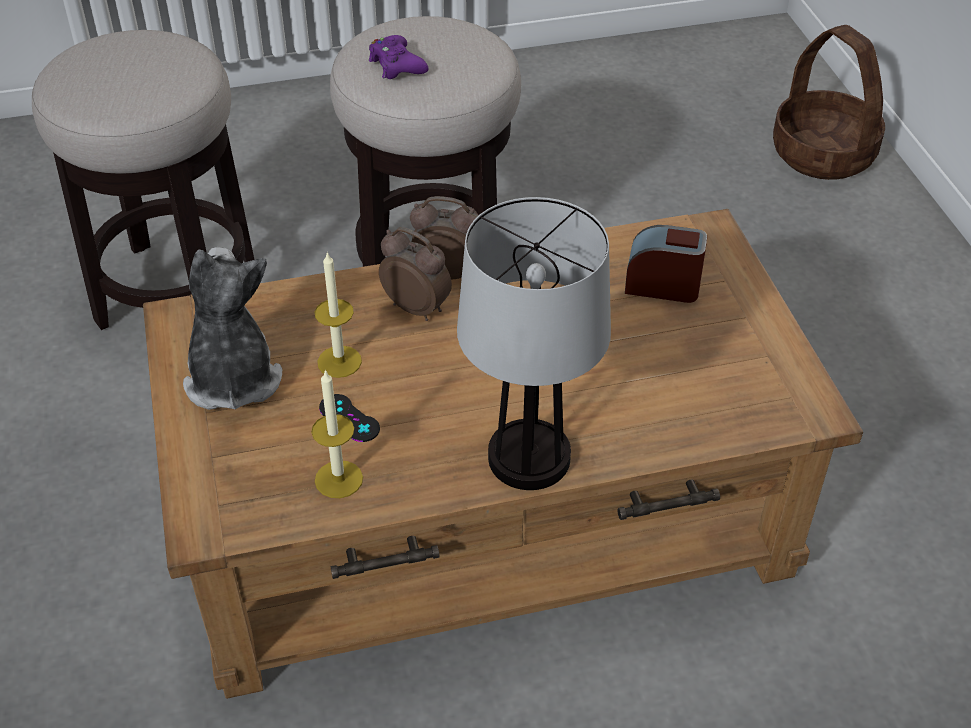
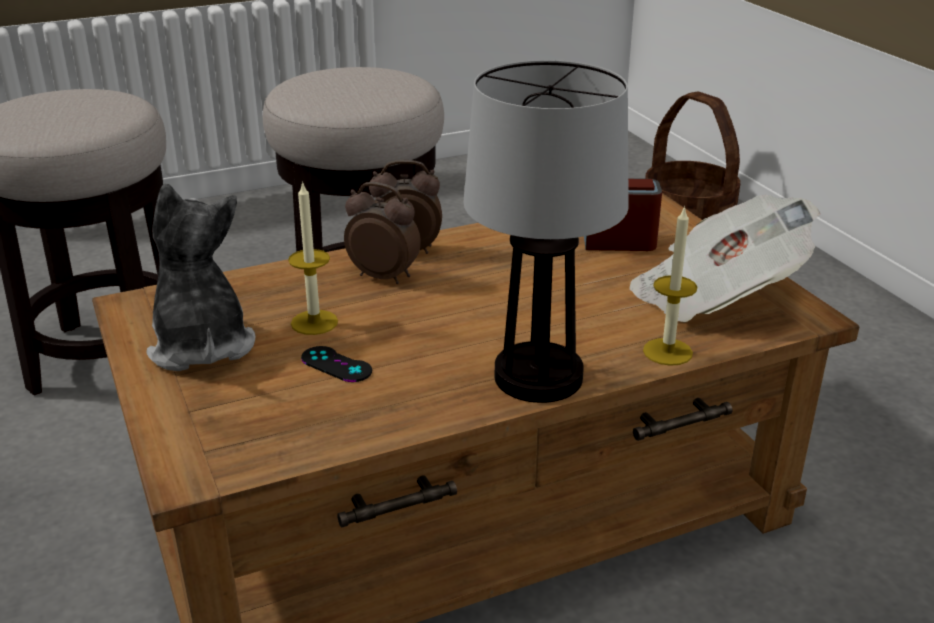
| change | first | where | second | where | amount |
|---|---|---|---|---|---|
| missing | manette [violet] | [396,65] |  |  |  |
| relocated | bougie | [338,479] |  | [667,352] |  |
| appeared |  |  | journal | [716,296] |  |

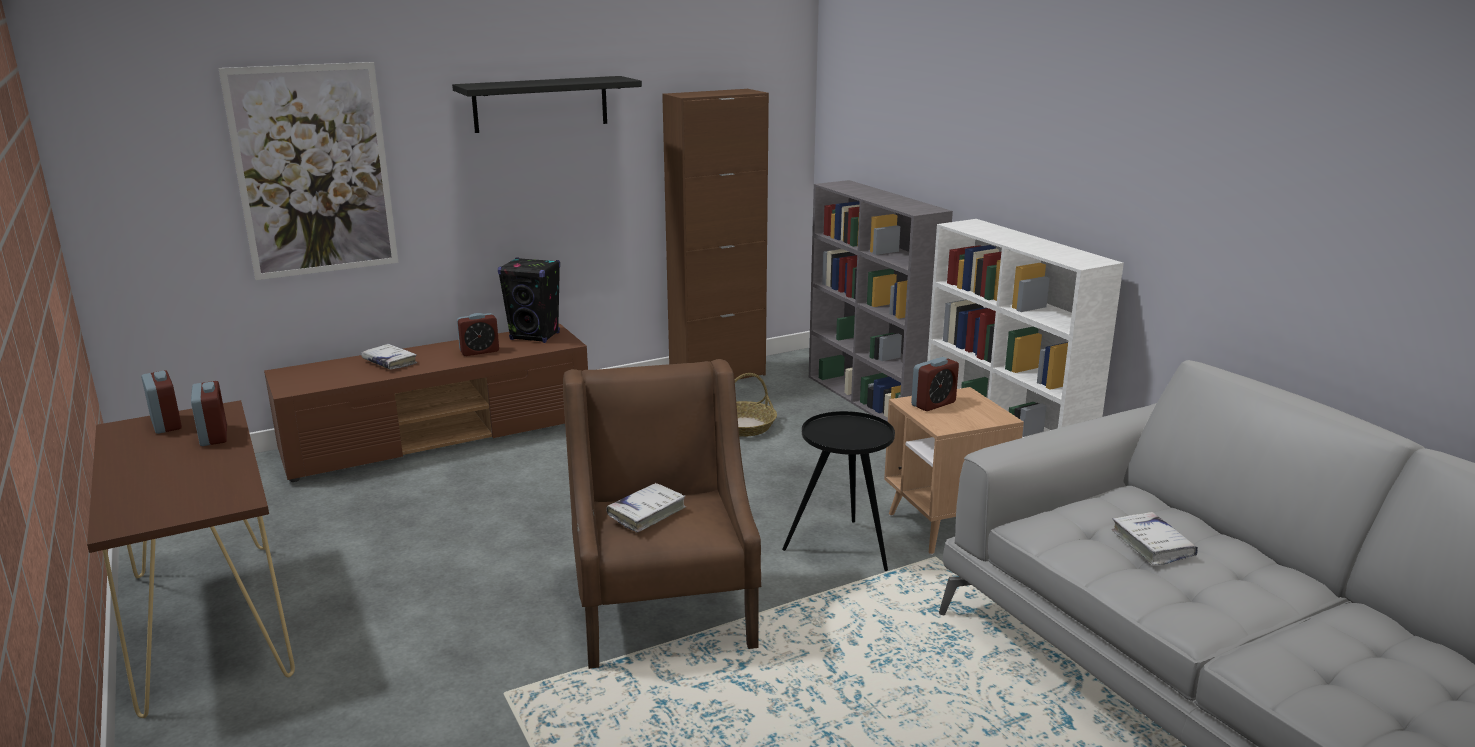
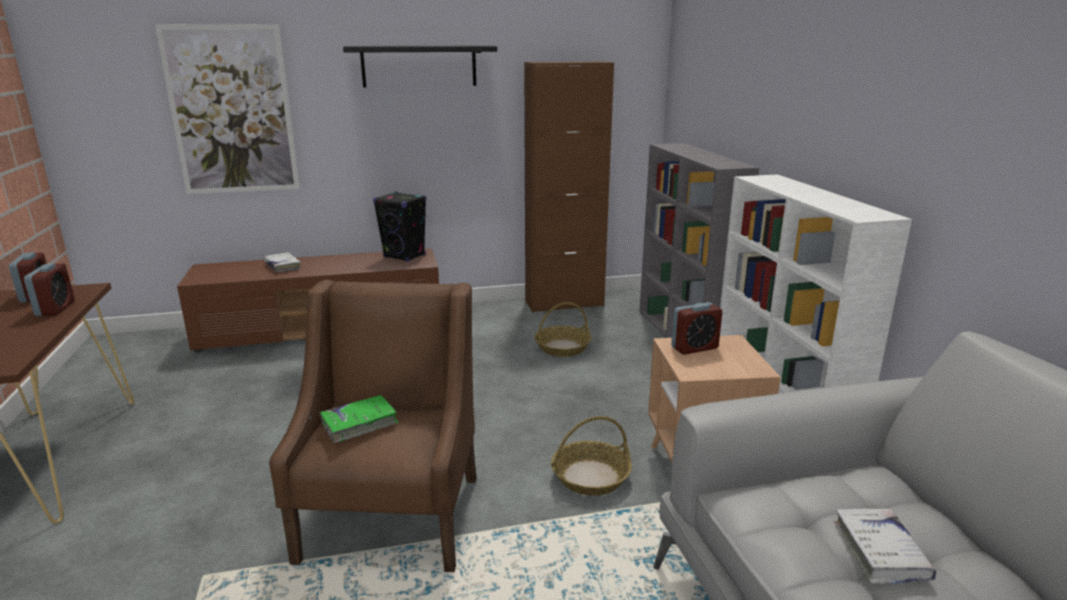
| change | first | where | second | where | amount |
|---|---|---|---|---|---|
| missing | réveil | [479,351] |  |  |  |
| exchanged | table d'appoint [noir] | [842,549] | panier | [590,477] |  |
| colour | livre [blanc] | [647,513] | livre [vert] | [359,424] |  |

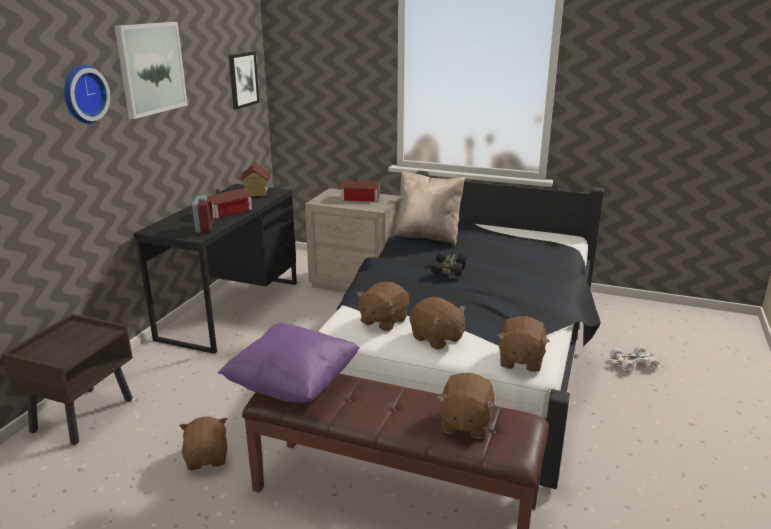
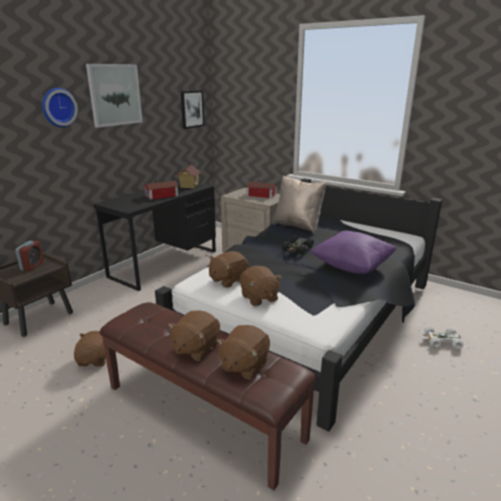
| change | first | where | second | where | amount |
|---|---|---|---|---|---|
| relocated | réveil | [204,228] |  | [32,266] |  |
| relocated | peluche [marron] | [520,360] |  | [195,348] |  |
| relocated | coussin [violet] | [293,385] |  | [352,267] |  |

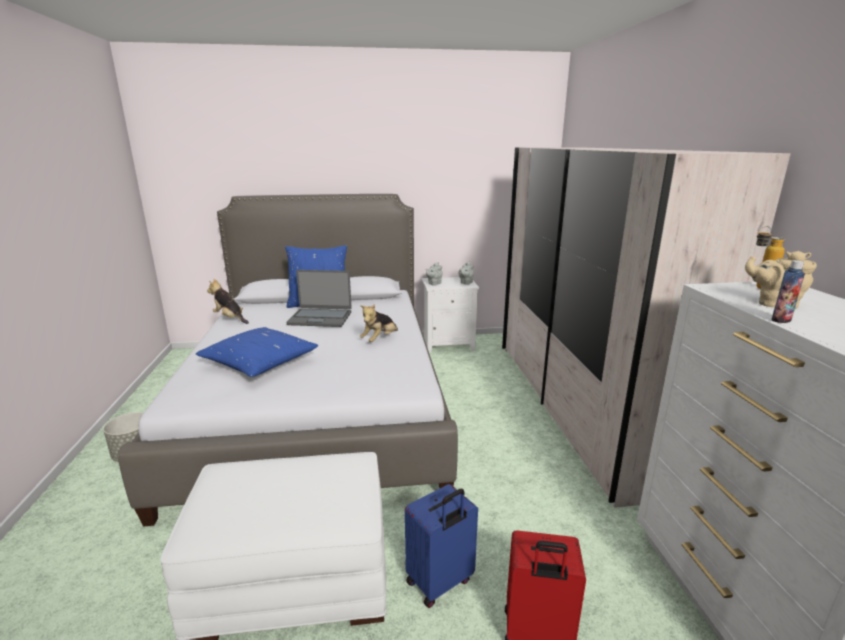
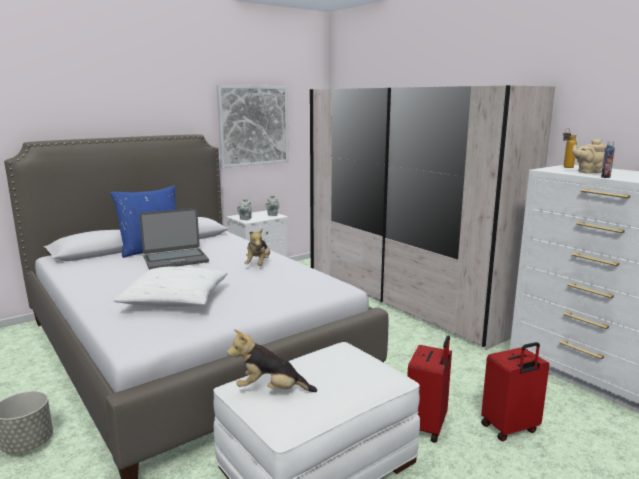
| change | first | where | second | where | amount |
|---|---|---|---|---|---|
| relocated | peluche | [230,318] |  | [271,390] |  |
| colour | coussin [bleu] | [260,362] | coussin [blanc] | [175,300] |  |
| colour | valise [bleu] | [440,582] | valise [rouge] | [427,427] |  |
| appeared |  |  | tableau | [253,126] |  |

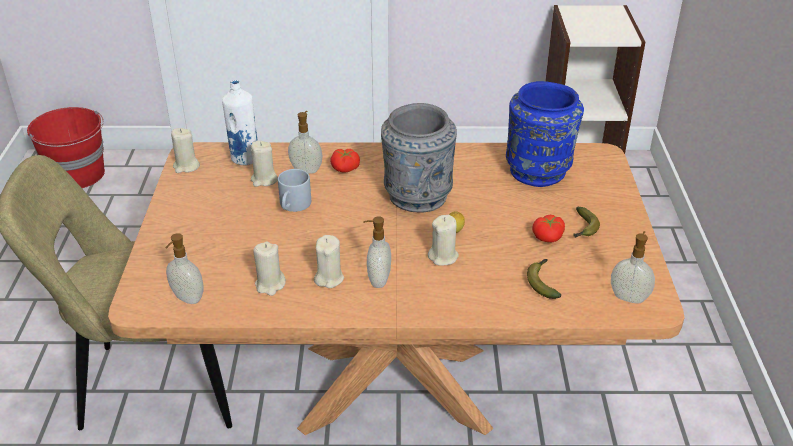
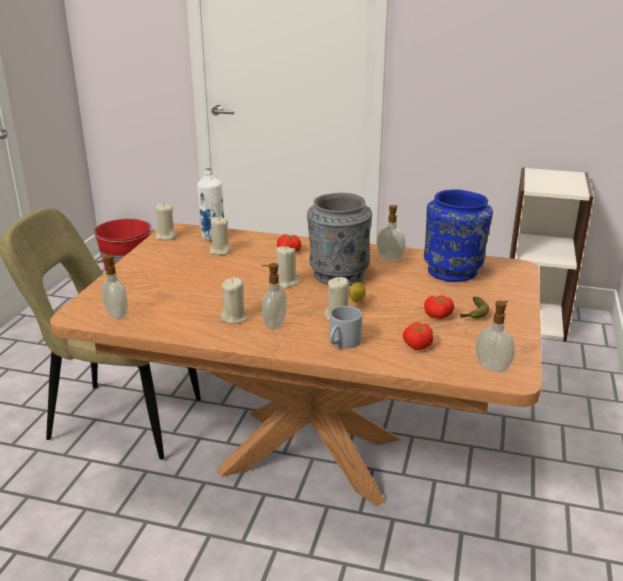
| change | first | where | second | where | amount |
|---|---|---|---|---|---|
| relocated | distributeur de savon | [306,169] |  | [390,258] |  |
| relocated | mug [gris] | [294,206] |  | [342,343] |  |
| relocated | bougie [beige] | [270,285] |  | [286,283] |  |
| exchanged | banane | [542,282] | tomate | [417,345] |  |

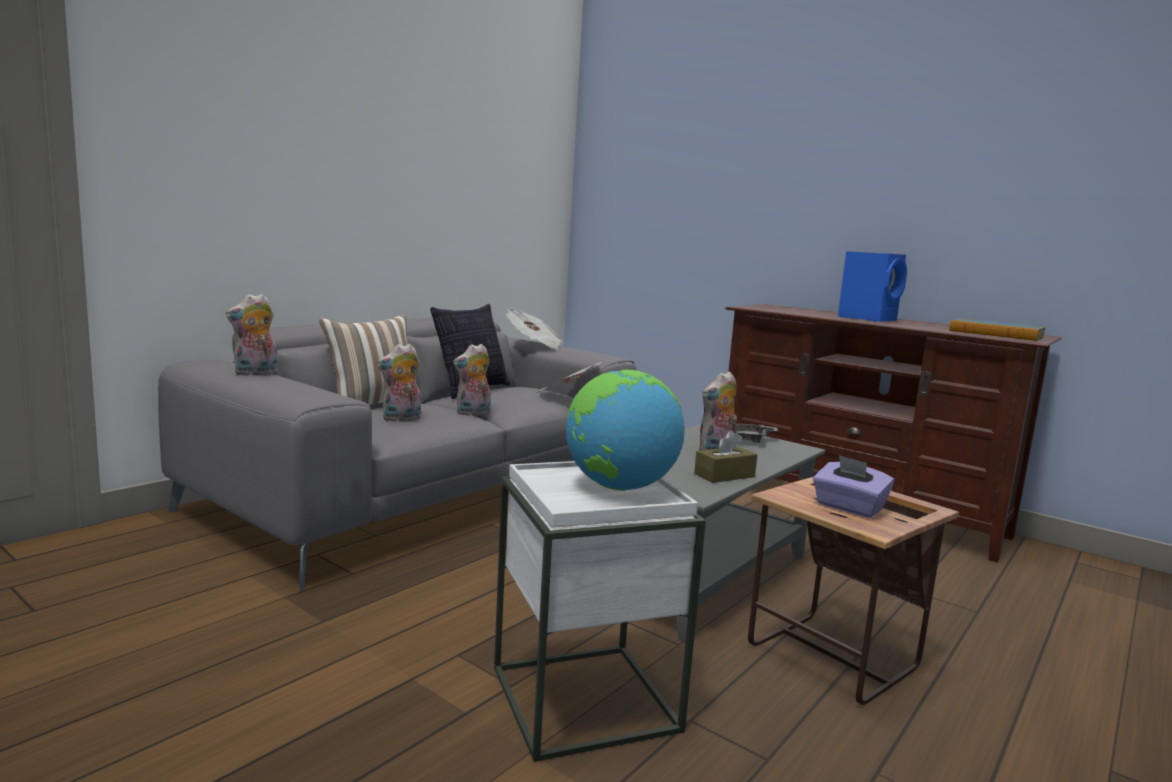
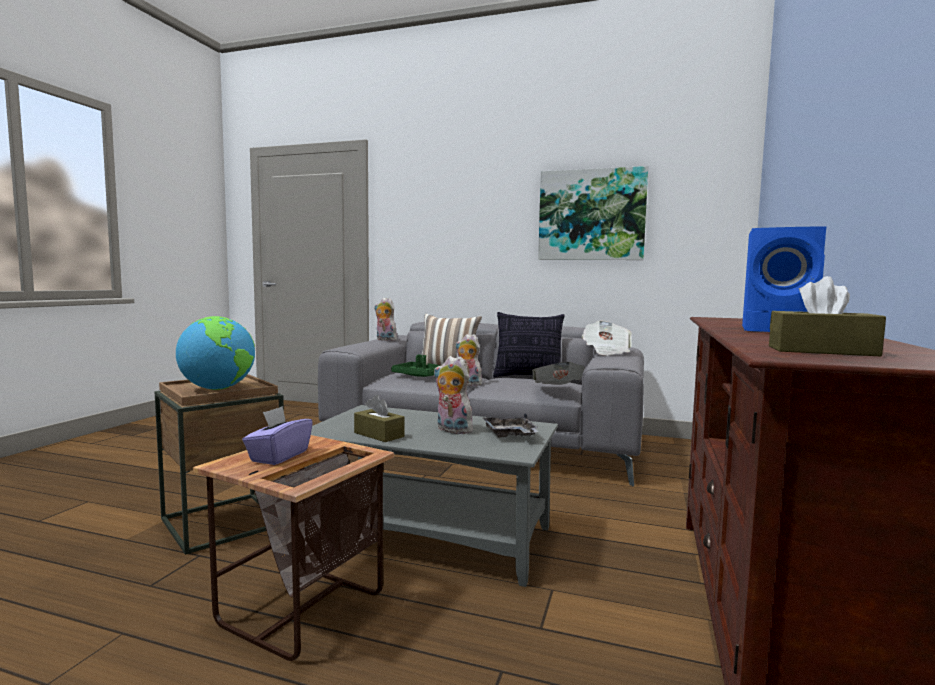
| change | first | where | second | where | amount |
|---|---|---|---|---|---|
| exchanged | livre | [996,334] | boîte à mouchoirs [marron] | [821,351] |  |
| exchanged | peluche | [401,419] | plateau [vert] | [419,376] |  |
| colour | table d'appoint [blanc] | [584,698] | table d'appoint [marron] | [223,522] |  |
| appeared |  |  | tableau | [591,215] |  |

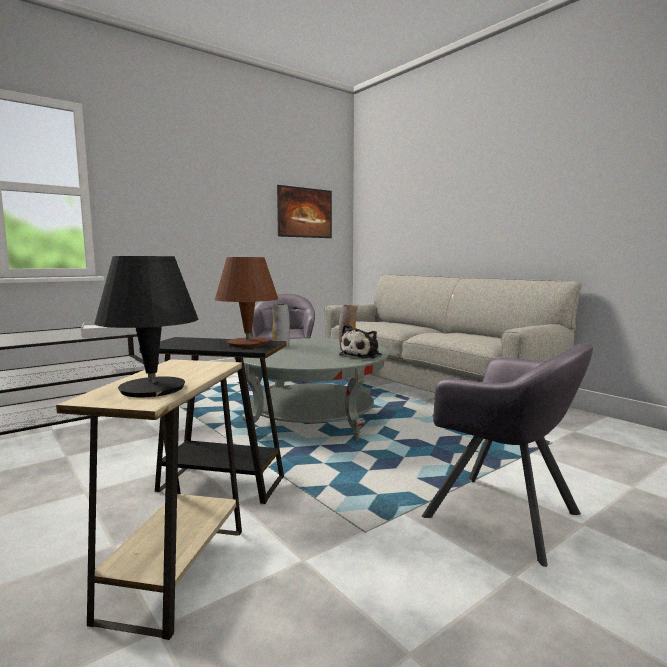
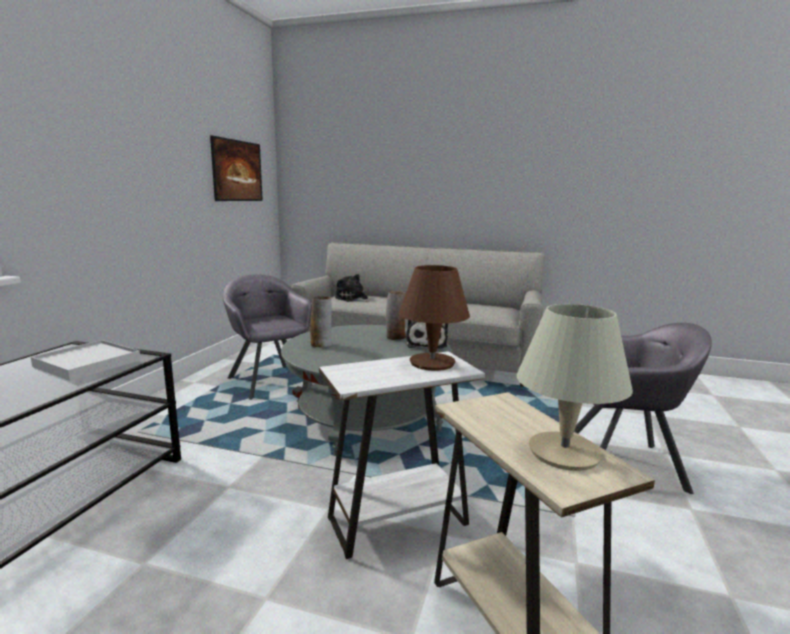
| change | first | where | second | where | amount |
|---|---|---|---|---|---|
| colour | lampe de table [noir] | [152,389] | lampe de table [beige] | [565,453] |  |
| colour | table d'appoint [noir] | [221,484] | table d'appoint [blanc] | [398,521] |  |
| appeared |  |  | peluche | [352,299] |  |

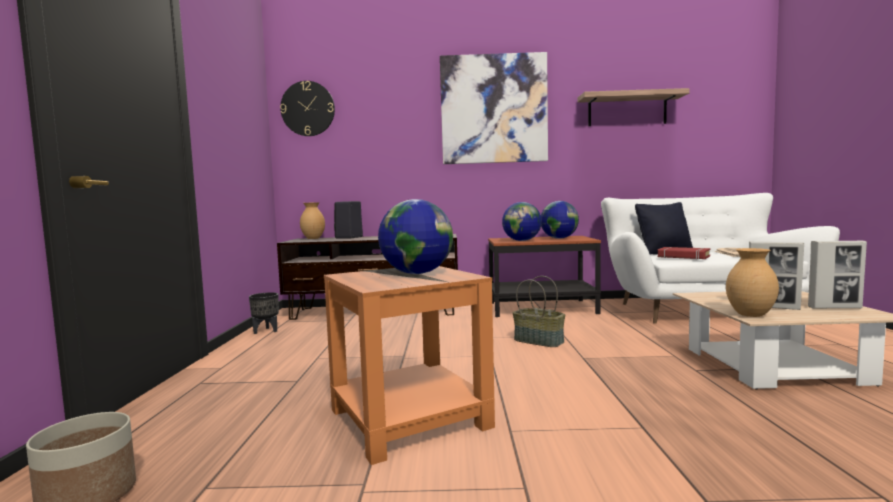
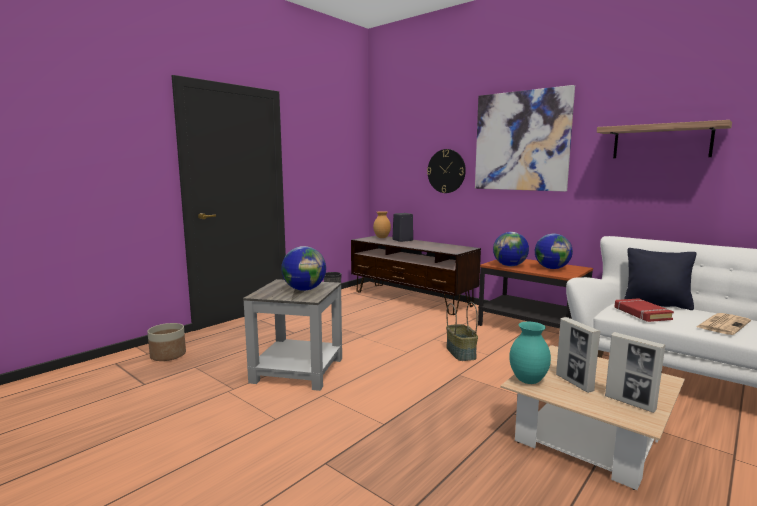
| change | first | where | second | where | amount |
|---|---|---|---|---|---|
| relocated | horloge murale | [308,108] |  | [446,171] |  |
| colour | vase [marron] | [751,315] | vase [turquoise] | [528,381] |  |
| colour | table d'appoint [orange] | [406,418] | table d'appoint [gris] | [297,369] |  |

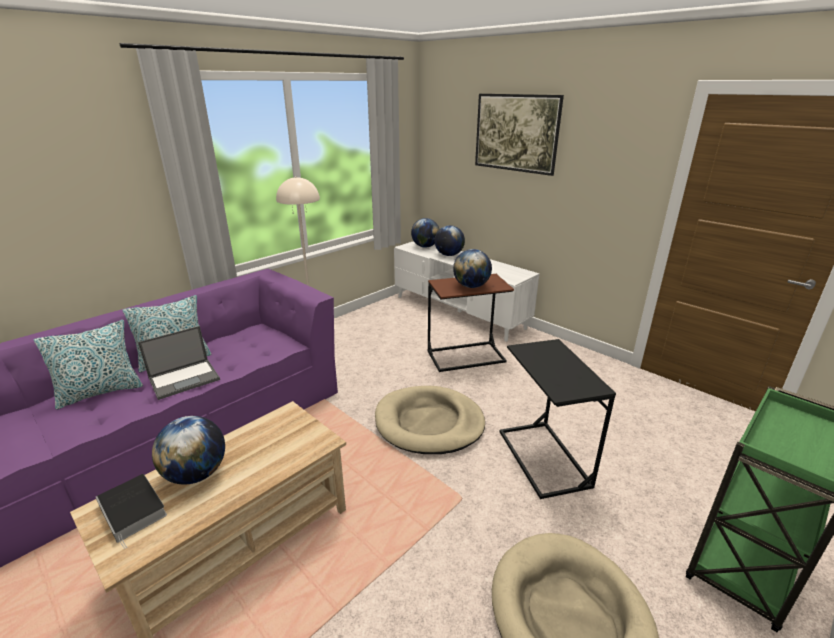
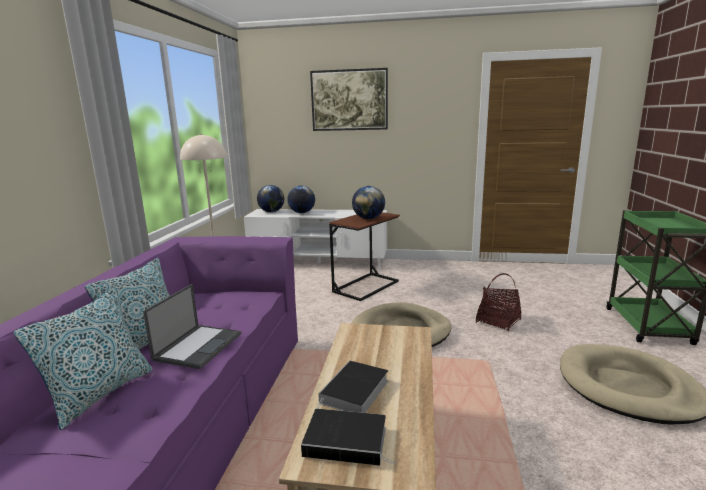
| change | first | where | second | where | amount |
|---|---|---|---|---|---|
| exchanged | table d'appoint [noir] | [543,458] | panier | [498,321] |  |
| exchanged | globe | [196,474] | livre | [354,393] |  |

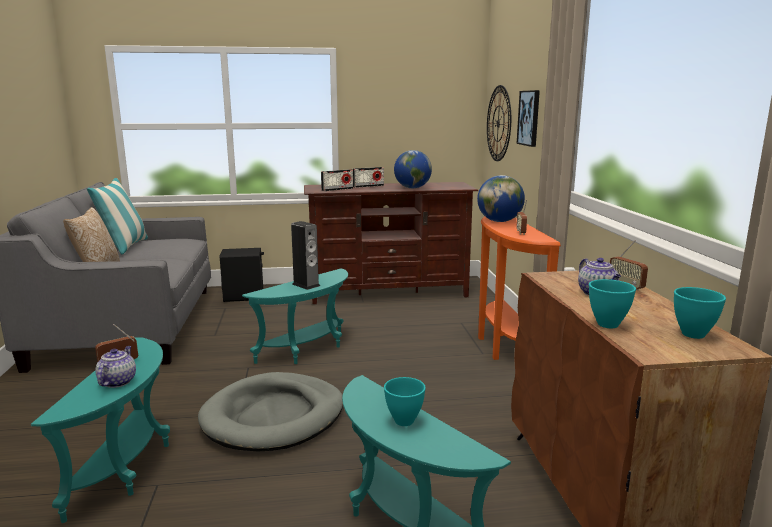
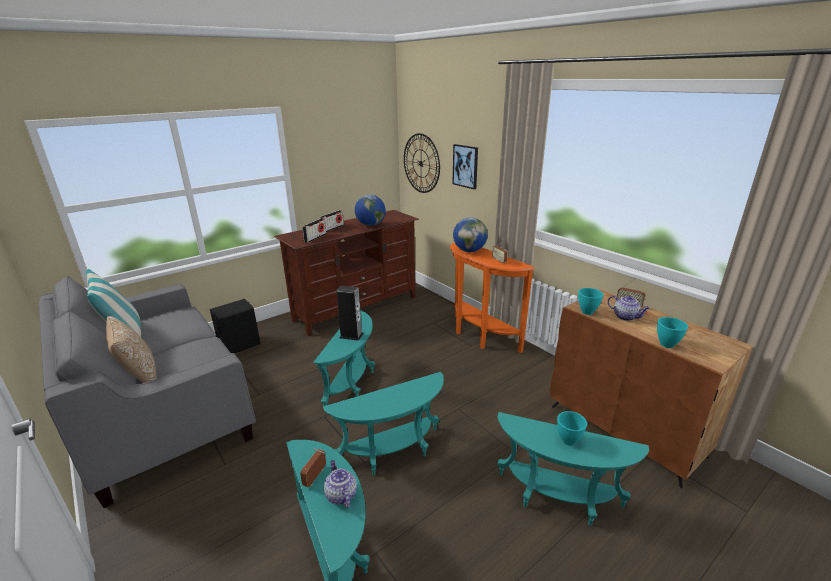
| change | first | where | second | where | amount |
|---|---|---|---|---|---|
| relocated | bol [turquoise] | [694,334] |  | [587,312] |  |
| exchanged | panier pour chien [gris] | [274,416] | table d'appoint [turquoise] | [393,453] |  |

